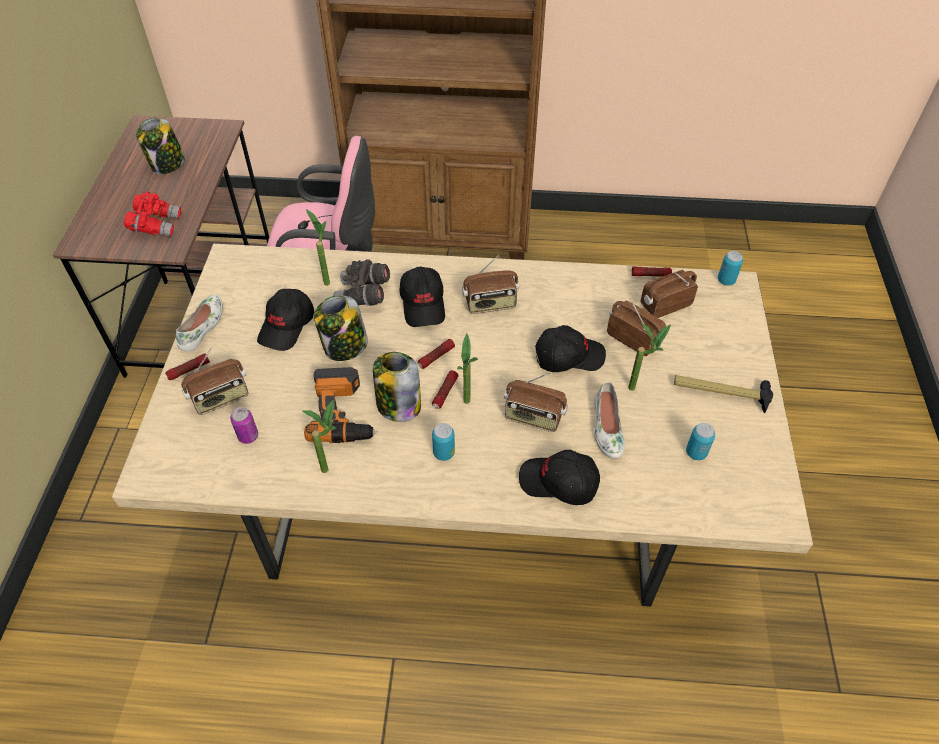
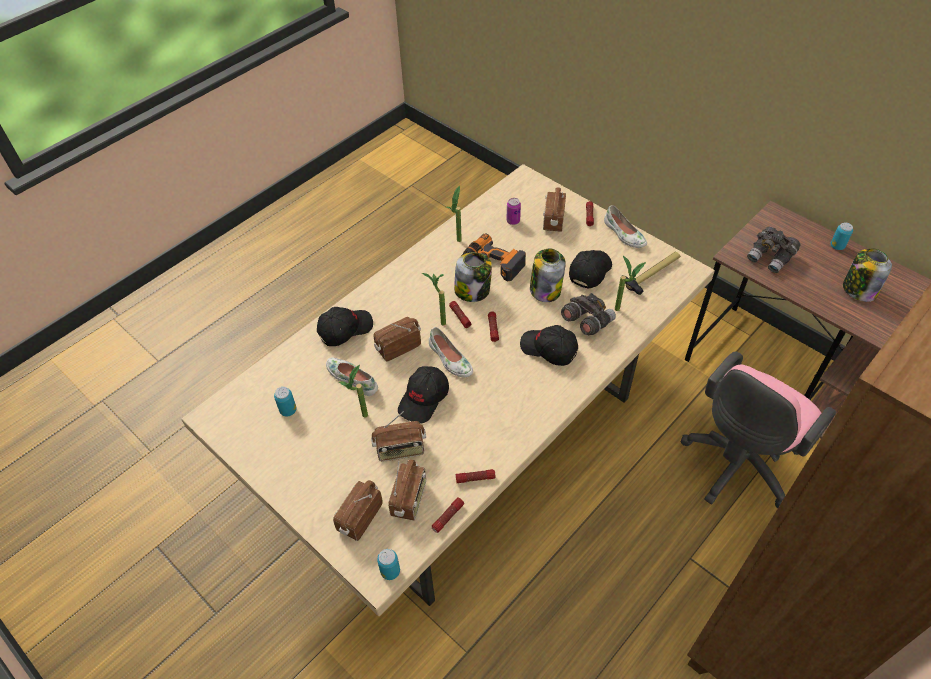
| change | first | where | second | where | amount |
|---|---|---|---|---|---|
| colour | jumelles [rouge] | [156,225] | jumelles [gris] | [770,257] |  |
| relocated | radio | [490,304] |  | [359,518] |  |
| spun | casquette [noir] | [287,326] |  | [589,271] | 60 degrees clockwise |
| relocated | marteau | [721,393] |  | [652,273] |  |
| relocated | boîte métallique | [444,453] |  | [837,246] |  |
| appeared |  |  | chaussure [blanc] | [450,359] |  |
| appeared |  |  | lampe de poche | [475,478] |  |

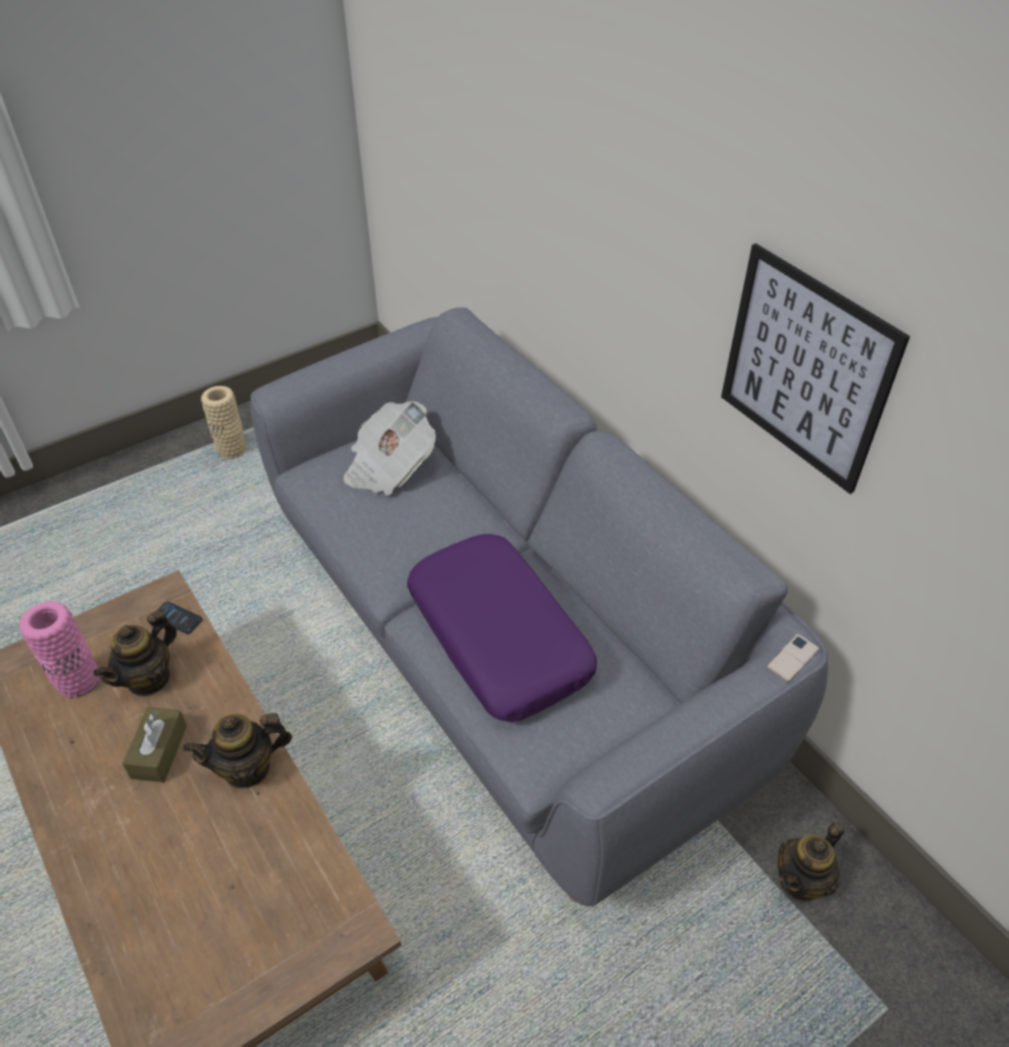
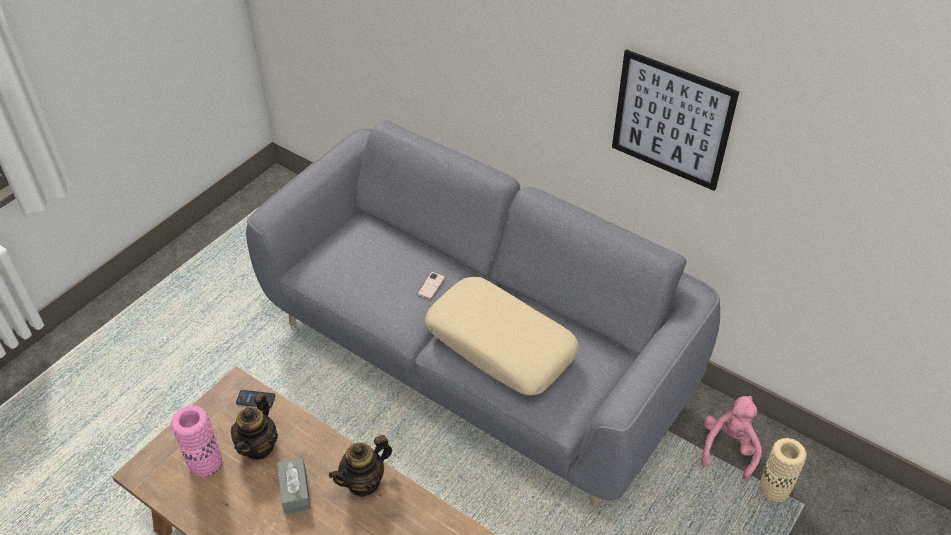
| change | first | where | second | where | amount |
|---|---|---|---|---|---|
| relocated | vase [beige] | [231,449] |  | [773,489] |  |
| missing | journal | [389,467] |  |  |  |
| colour | coussin [violet] | [500,637] | coussin [beige] | [501,344] |  |
| relocated | téléphone | [792,658] |  | [431,285] |  |
| colour | boîte à mouchoirs [marron] | [159,751] | boîte à mouchoirs [gris] | [295,491] |  |
| exchanged | théière | [801,881] | peluche [rose] | [728,448] |  |

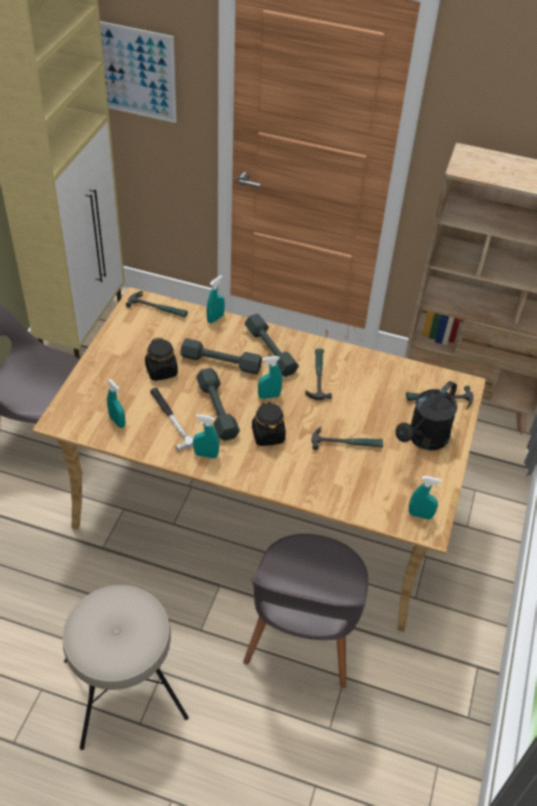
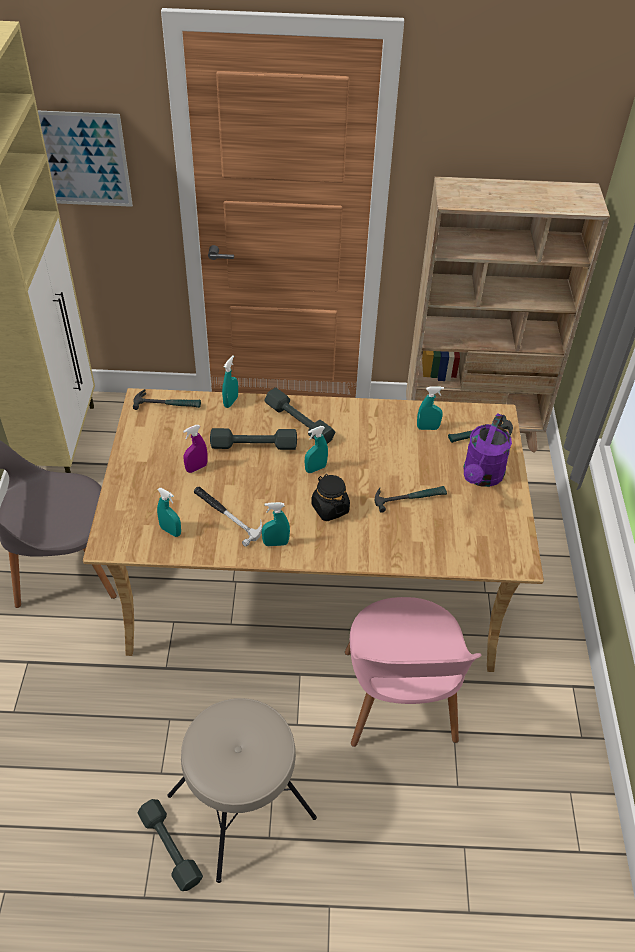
| change | first | where | second | where | amount |
|---|---|---|---|---|---|
| exchanged | bocal [noir] | [161,371] | vaporisateur [violet] | [196,468] |  |
| missing | marteau | [317,376] |  |  |  |
| relocated | haltère [gris] | [216,409] |  | [170,847] |  |
| colour | arrosoir [noir] | [424,439] | arrosoir [violet] | [481,477] |  |
| relocated | vaporisateur [turquoise] | [420,515] |  | [427,428] |  |
| colour | chaise [gris] | [302,635] | chaise [rose] | [399,701] |  |

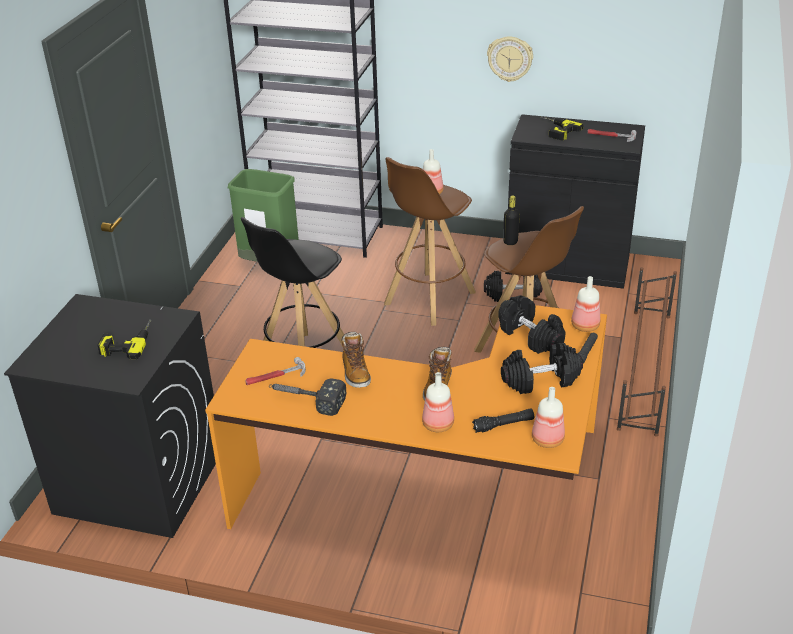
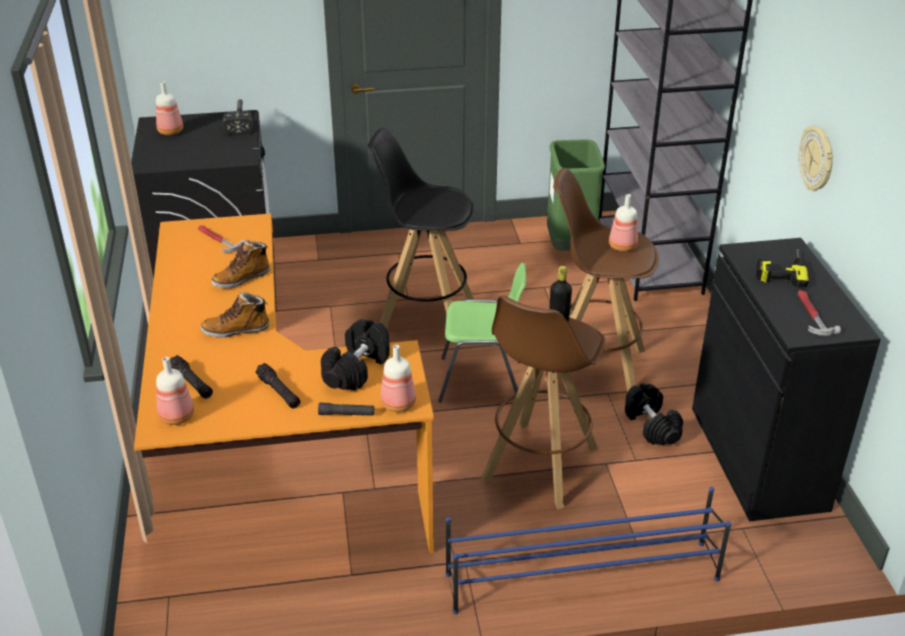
| change | first | where | second | where | amount |
|---|---|---|---|---|---|
| colour | étagère à chaussures [marron] | [644,370] | étagère à chaussures [bleu] | [580,576] |  |
| missing | perceuse | [127,342] |  |  |  |
| exchanged | haltère [noir] | [540,380] | lampe de poche [noir] | [279,392] |  |
| relocated | bouteille | [437,424] |  | [170,131] |  |
| relocated | marteau | [305,400] |  | [240,120] |  |
| appeared |  |  | chaise [vert] | [481,381] |  |

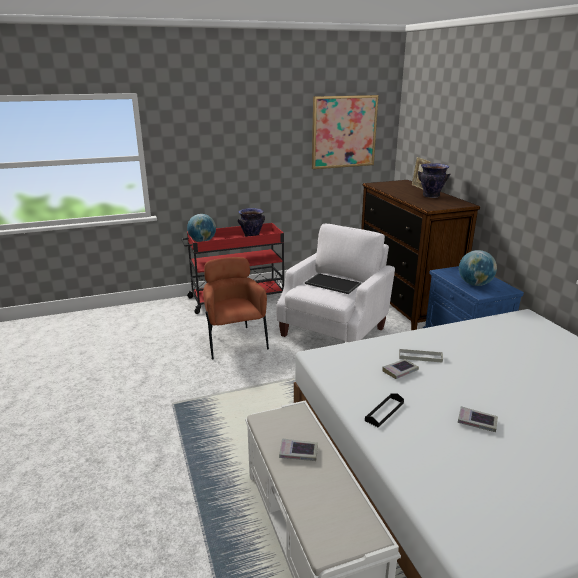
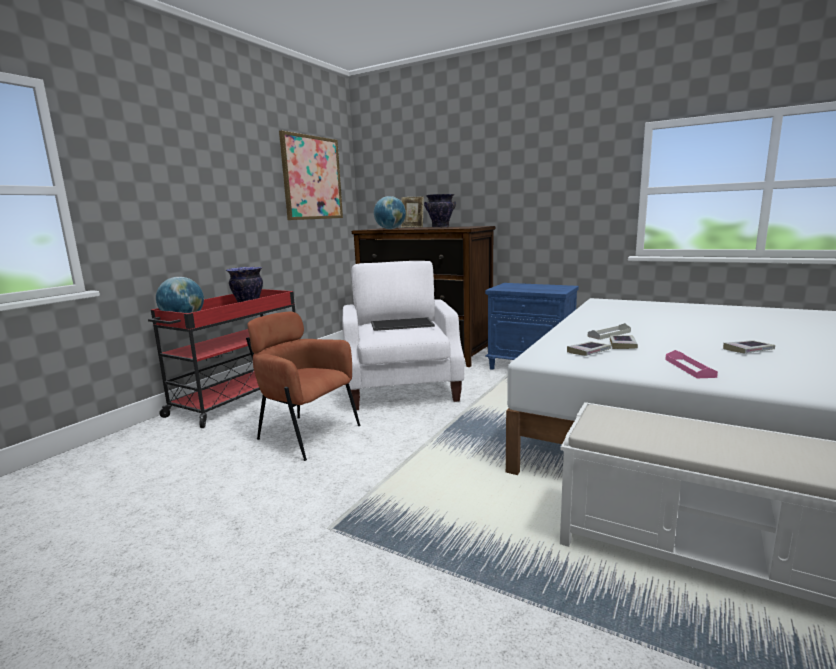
| change | first | where | second | where | amount |
|---|---|---|---|---|---|
| relocated | globe | [475,284] |  | [390,229] |  |
| colour | plateau [noir] | [384,411] | plateau [rose] | [689,368] |  |
| relocated | livre | [298,453] |  | [588,352] |  |

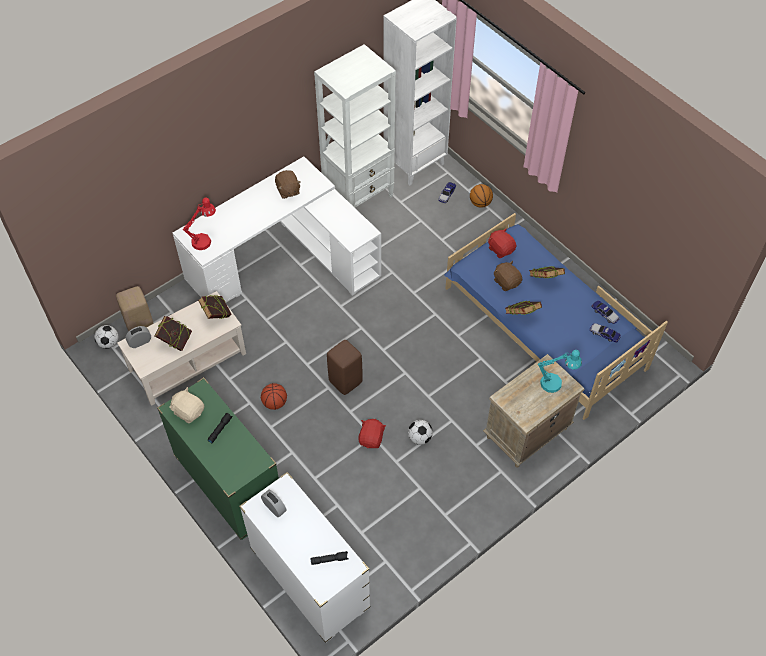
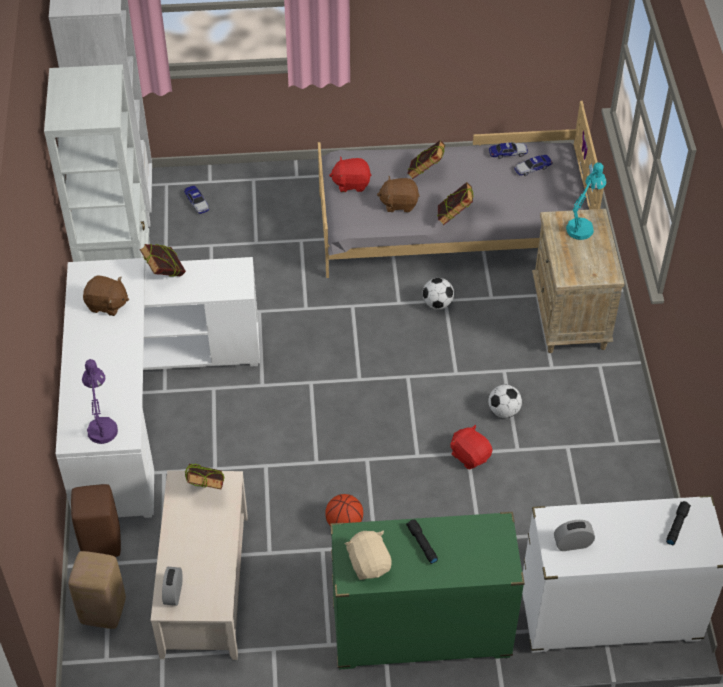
| change | first | where | second | where | amount |
|---|---|---|---|---|---|
| missing | ballon de basket | [480,203] |  |  |  |
| colour | lampe de table [rouge] | [204,240] | lampe de table [violet] | [102,425] |  |
| colour | lit [bleu] | [543,327] | lit [gris] | [450,227] |  |
| relocated | livre | [175,341] |  | [165,274] |  |
| relocated | ballon de foot | [108,343] |  | [437,304] |  |
| relocated | tabouret [marron] | [345,382] |  | [102,544] |  |
| spun | peluche [beige] | [188,411] |  | [369,563] | 90 degrees clockwise |

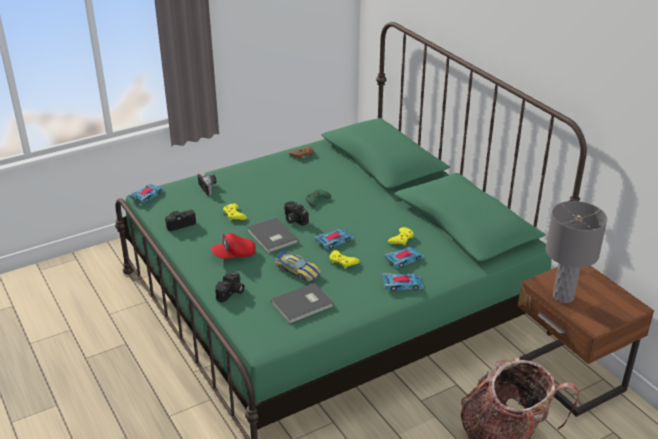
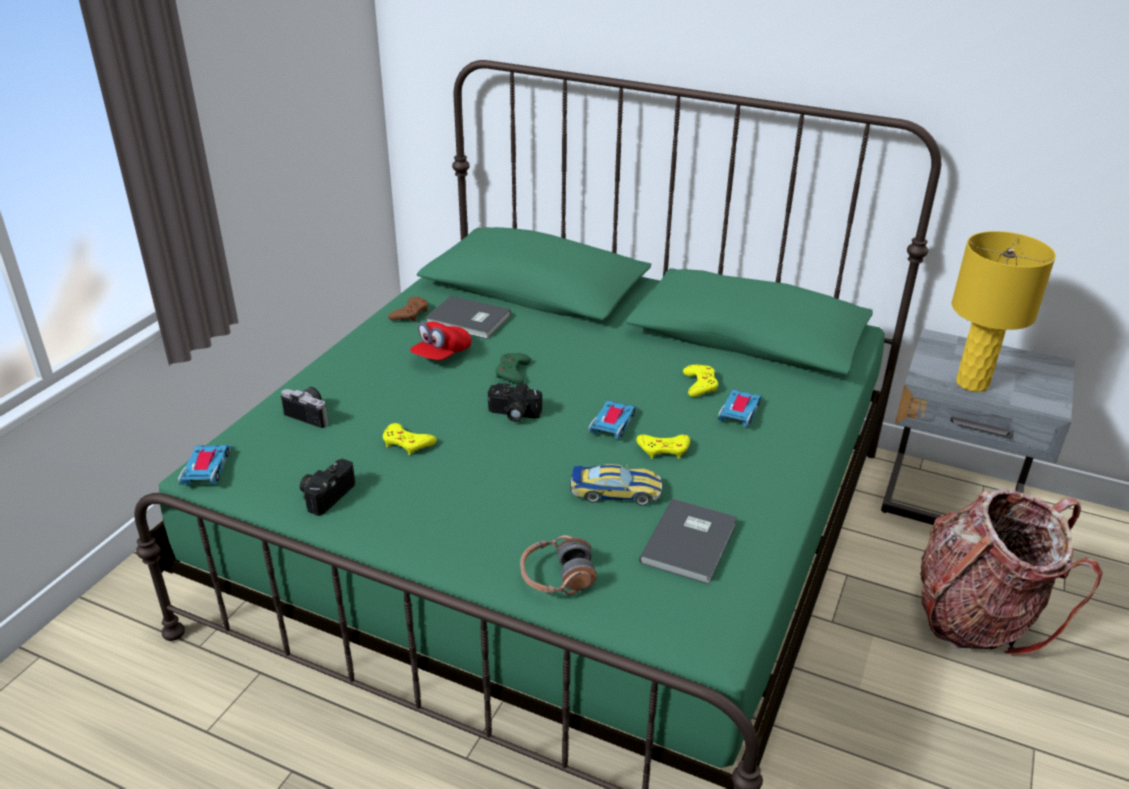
| change | first | where | second | where | amount |
|---|---|---|---|---|---|
| colour | lampe de table [gris] | [563,296] | lampe de table [jaune] | [972,383] |  |
| relocated | livre [gris] | [271,237] |  | [468,321] |  |
| relocated | casquette [rouge] | [234,255] |  | [441,355] |  |
| colour | table de chevet [marron] | [568,379] | table de chevet [gris] | [952,504] |  |
| exchanged | appareil photo | [231,293] | casque audio | [557,577] |  |
| missing | petite voiture | [402,284] |  |  |  |

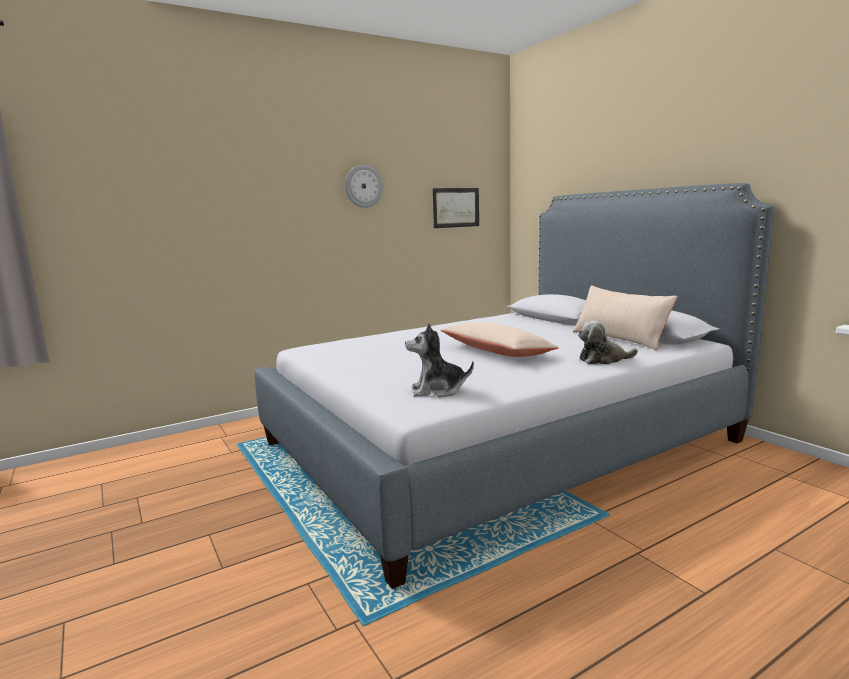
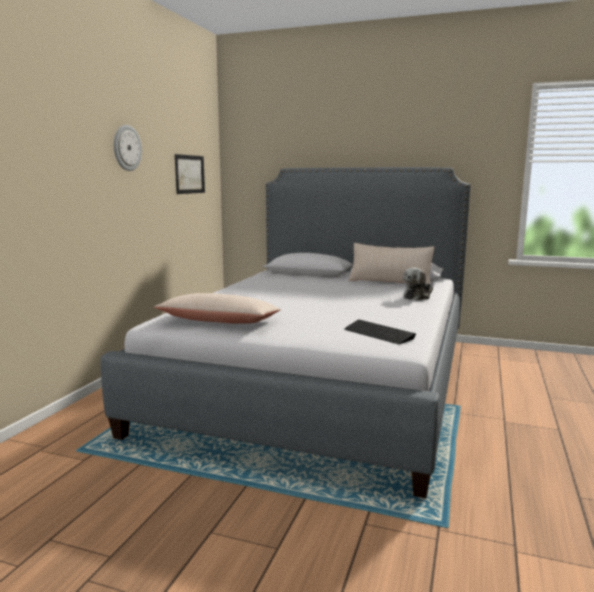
| change | first | where | second | where | amount |
|---|---|---|---|---|---|
| relocated | coussin [beige] | [496,352] |  | [219,321] |  |
| exchanged | peluche | [438,390] | clavier | [378,333] |  |

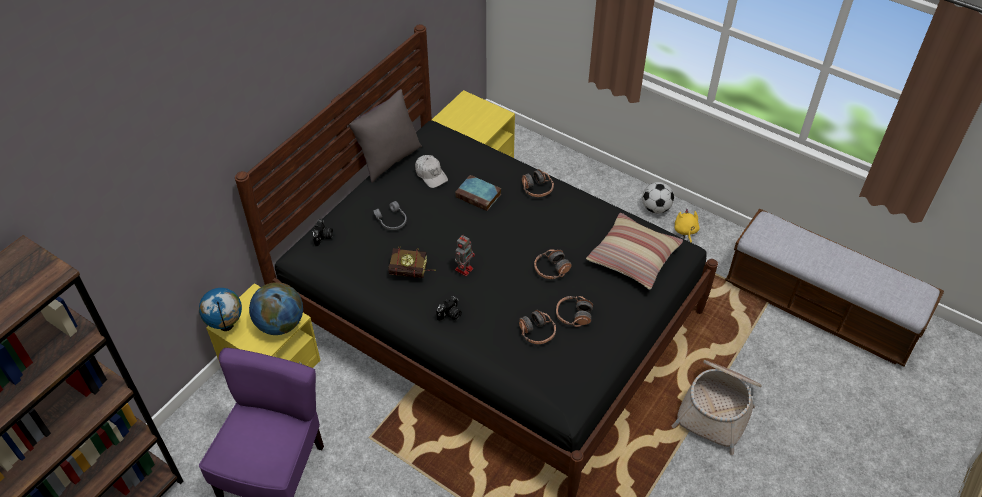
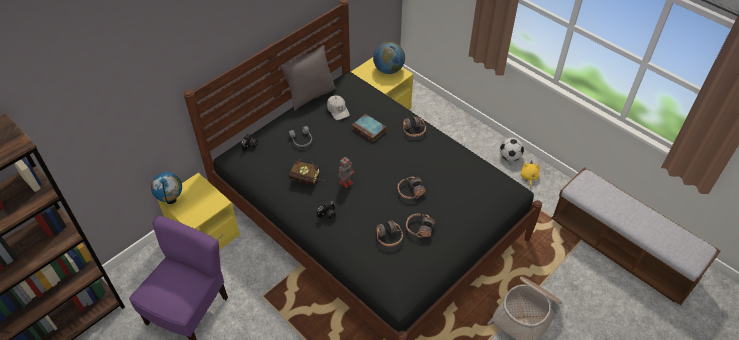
| change | first | where | second | where | amount |
|---|---|---|---|---|---|
| missing | coussin | [633,257] |  |  |  |
| relocated | globe | [280,324] |  | [388,70] |  |

